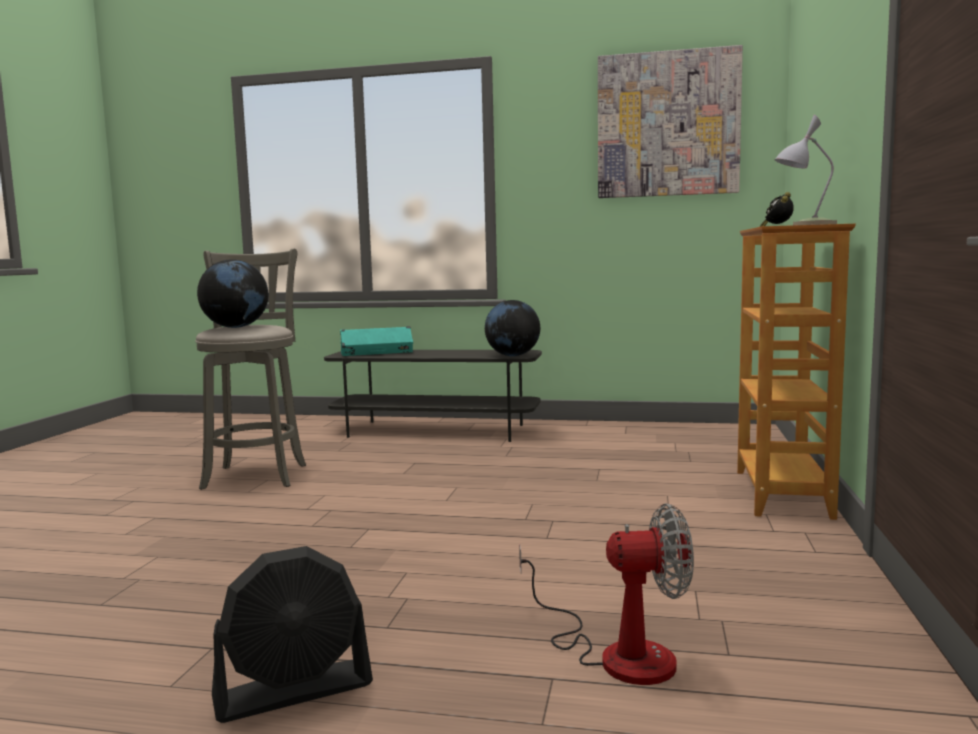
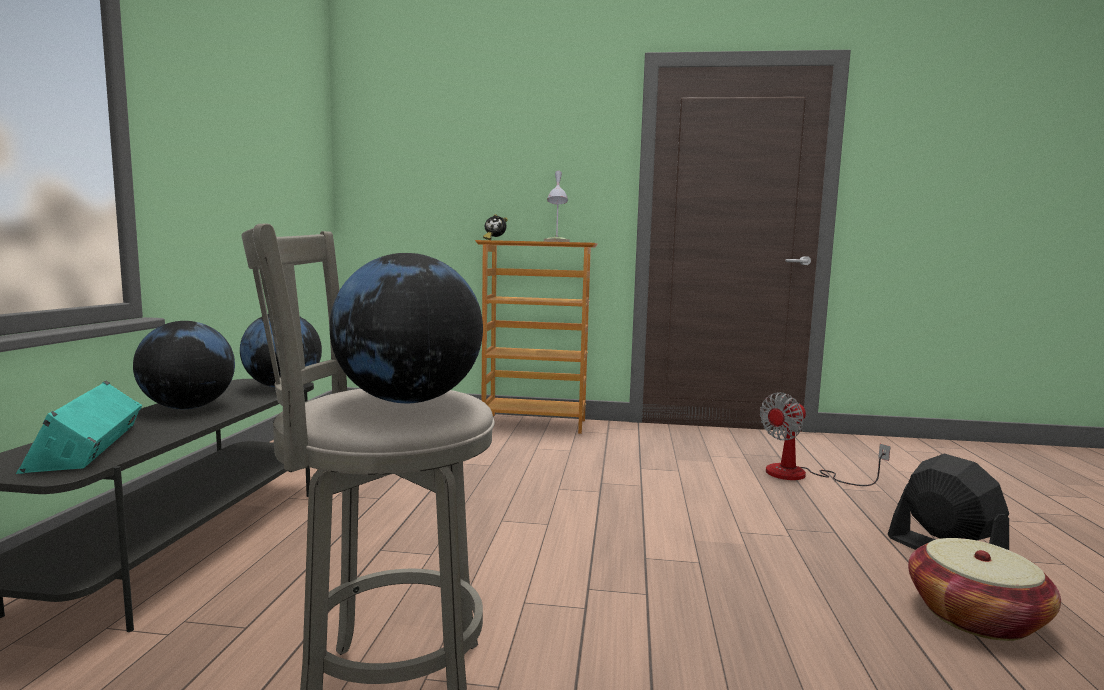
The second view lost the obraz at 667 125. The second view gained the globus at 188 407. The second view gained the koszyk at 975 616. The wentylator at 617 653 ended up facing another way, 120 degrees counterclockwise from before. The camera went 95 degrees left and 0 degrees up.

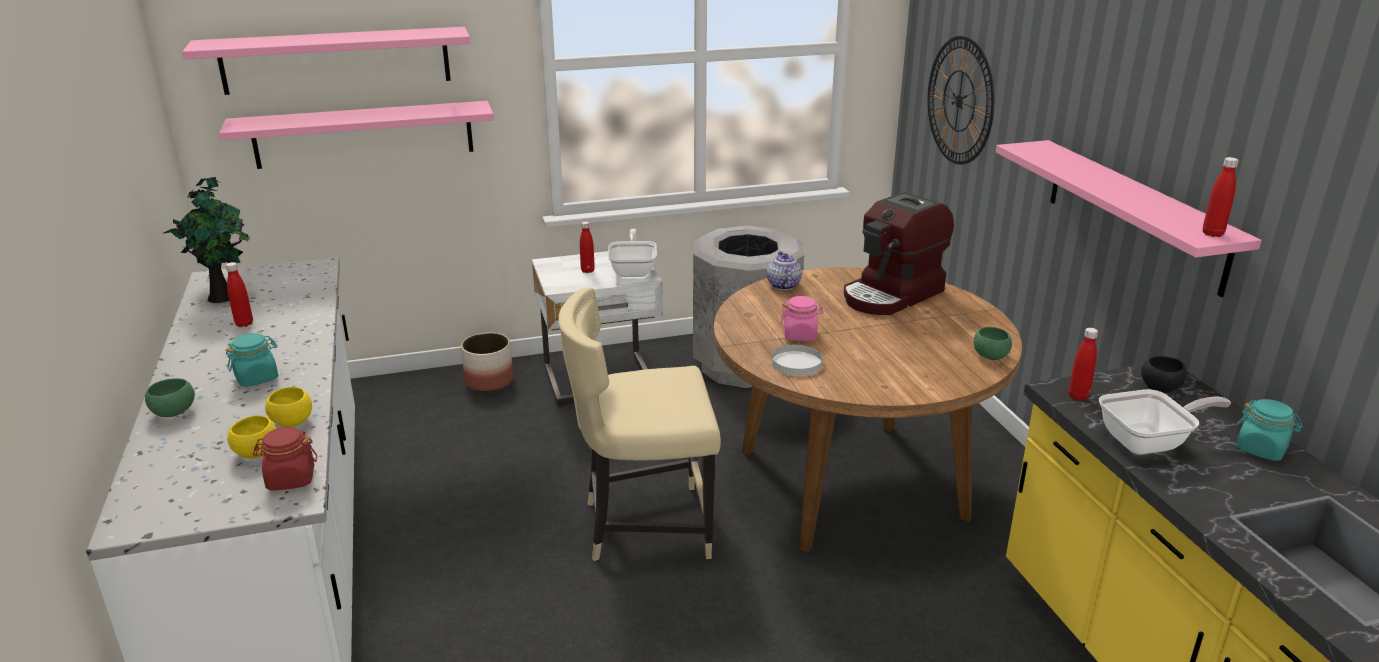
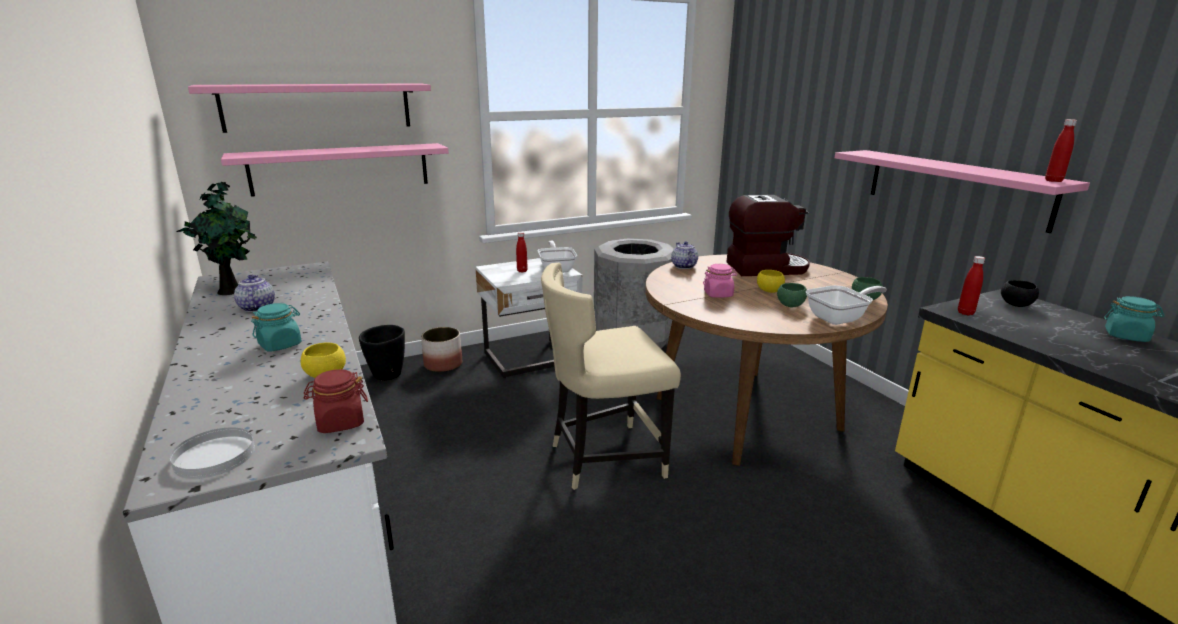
The second view lost the zegar ścienny at 959 101. The second view gained the donica (czarny) at 387 375. The miska (zielony) ended up elsewhere, having gone from 174 412 to 790 305. The miska (żółty) ended up elsewhere, having gone from 256 452 to 769 291. The talerz (biały) ended up elsewhere, having gone from 796 363 to 214 456. The patelnia ended up elsewhere, having gone from 1150 442 to 840 318. Where the butelka (czerwony) stood at 244 324, the imbryk came to stand at 257 307. The ekspres do kawy at 892 295 ended up facing another way, 135 degrees counterclockwise from before. The camera went 10 degrees left and 5 degrees down.

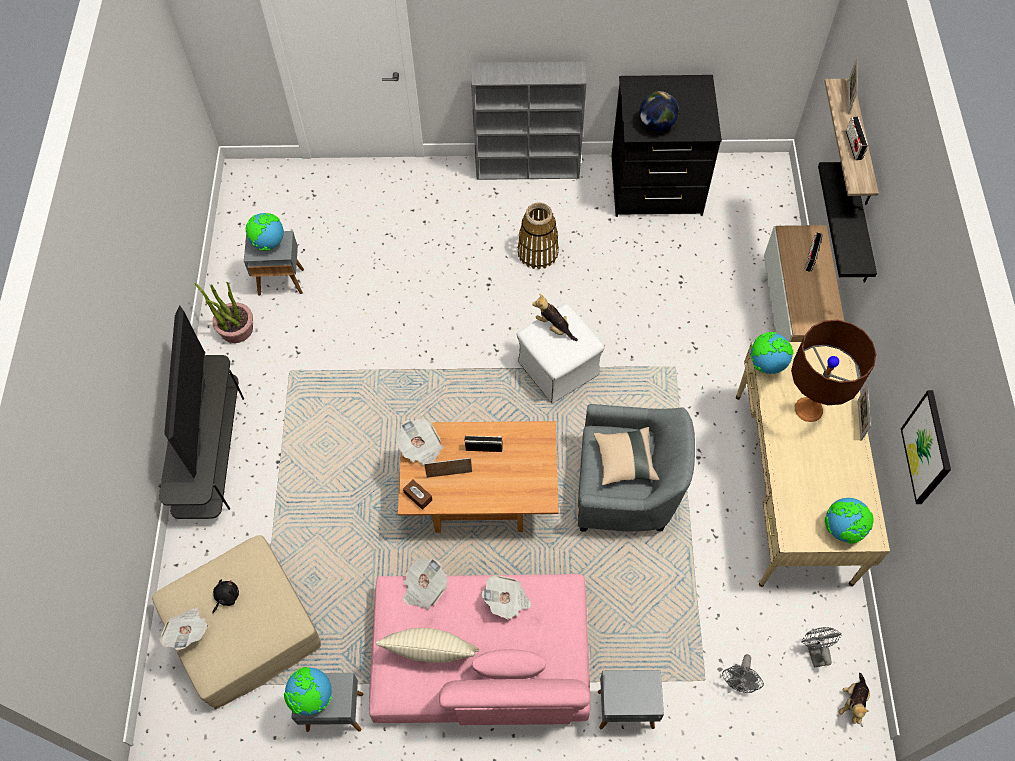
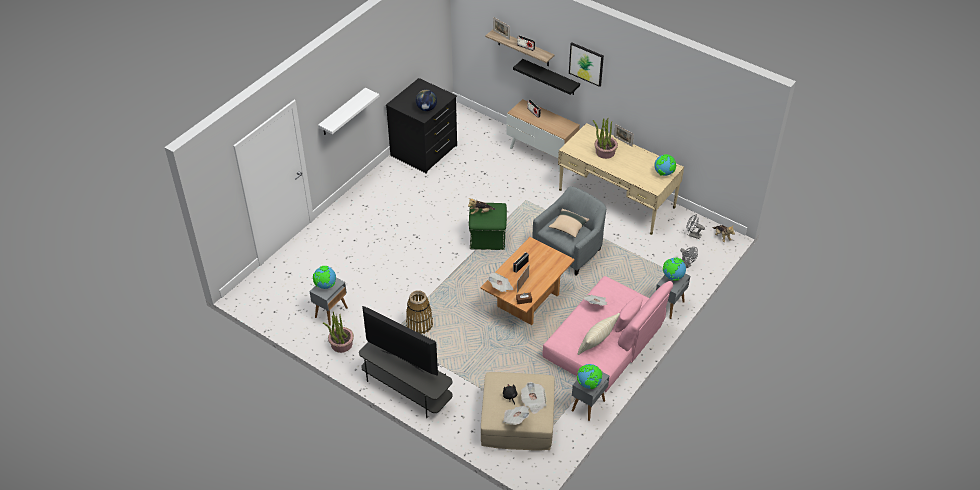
The second view lost the regał (szary) at 528 168. The second view gained the półka (biały) at 342 112. The gazeta ended up elsewhere, having gone from 424 588 to 533 402. The koszyk ended up elsewhere, having gone from 538 252 to 419 324. The globus ended up elsewhere, having gone from 766 363 to 672 277. The obraz ended up elsewhere, having gone from 927 448 to 586 64. Where the lampa stołowa (brązowy) stood at 808 409, the roślina doniczkowa came to stand at 605 152. What was the pufa (biały) at 559 368 turned into the pufa (zielony) at 488 237. The camera went 55 degrees left and 15 degrees down.

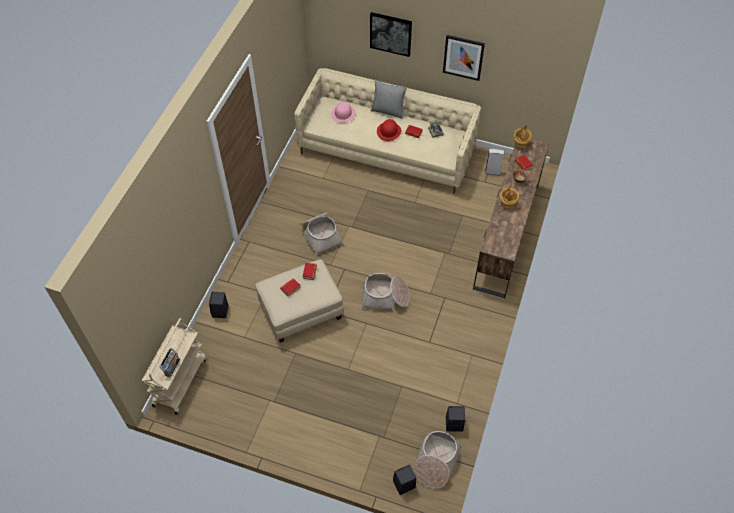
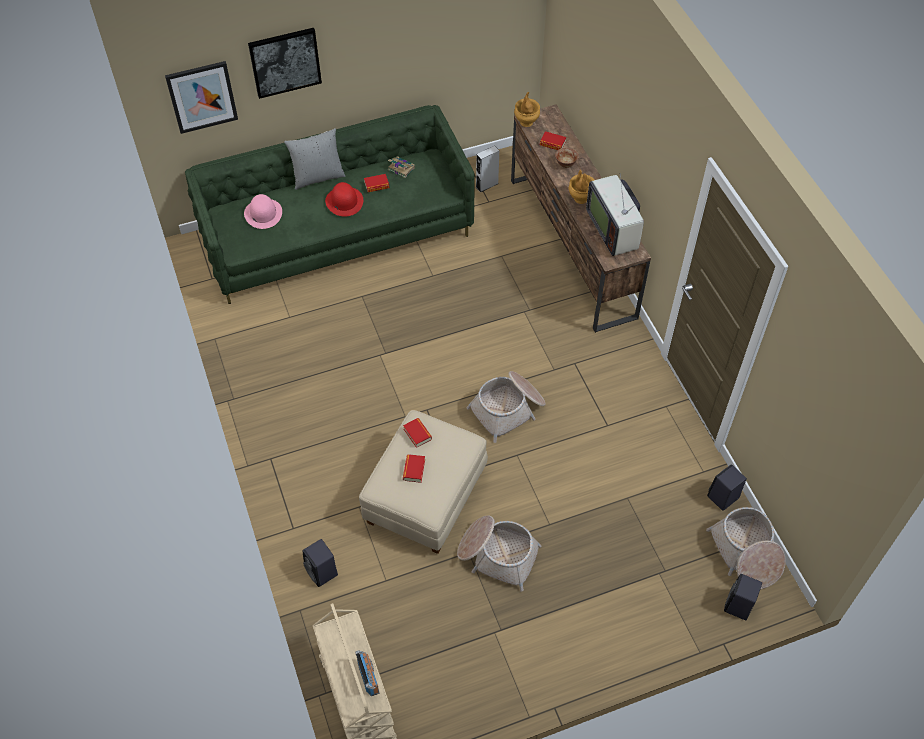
The second view gained the telewizor at 614 229. The koszyk ended up elsewhere, having gone from 320 235 to 497 555. The obraz ended up elsewhere, having gone from 463 57 to 202 96. What was the kanapa (beżowy) at 387 150 turned into the kanapa (zielony) at 337 234. The camera went 40 degrees left and 0 degrees up.

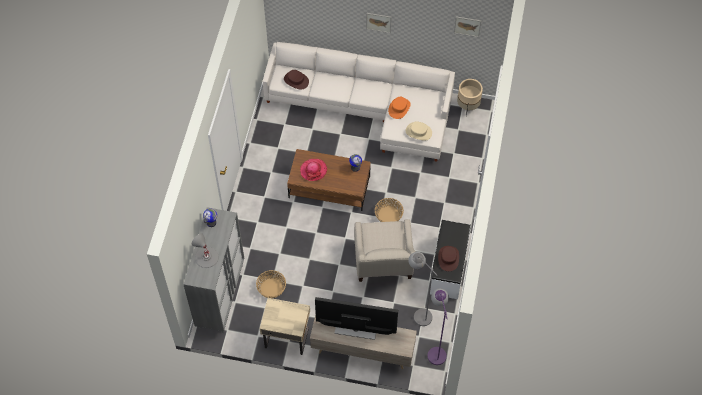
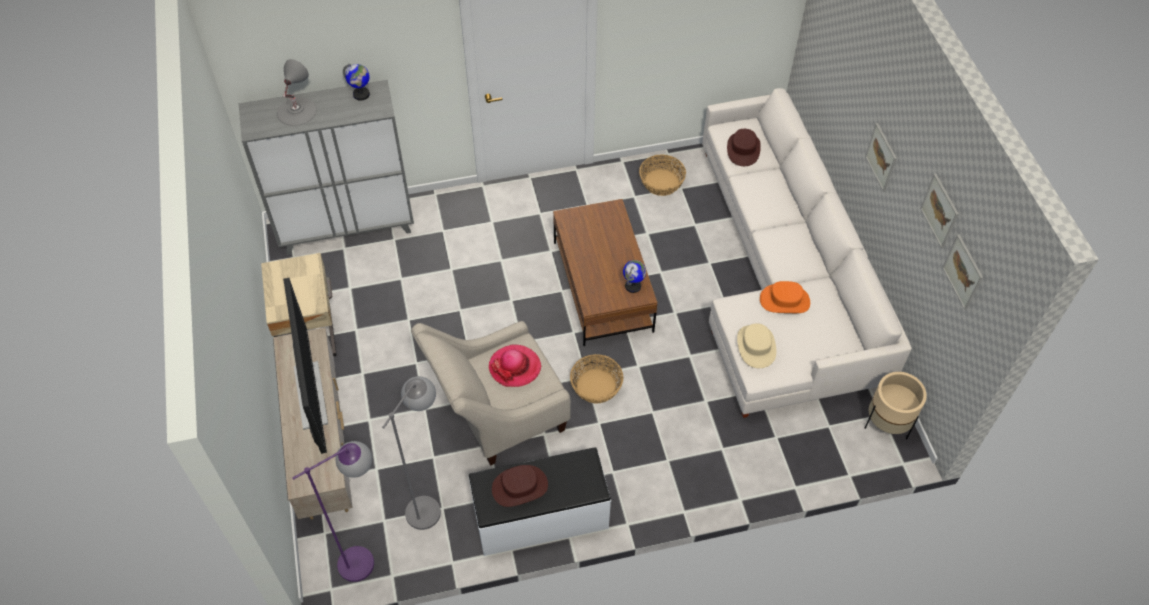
The second view gained the obraz at 940 211. The koszyk ended up elsewhere, having gone from 271 288 to 661 182. The kapelusz ended up elsewhere, having gone from 313 170 to 515 367. The camera went 65 degrees right and 5 degrees down.

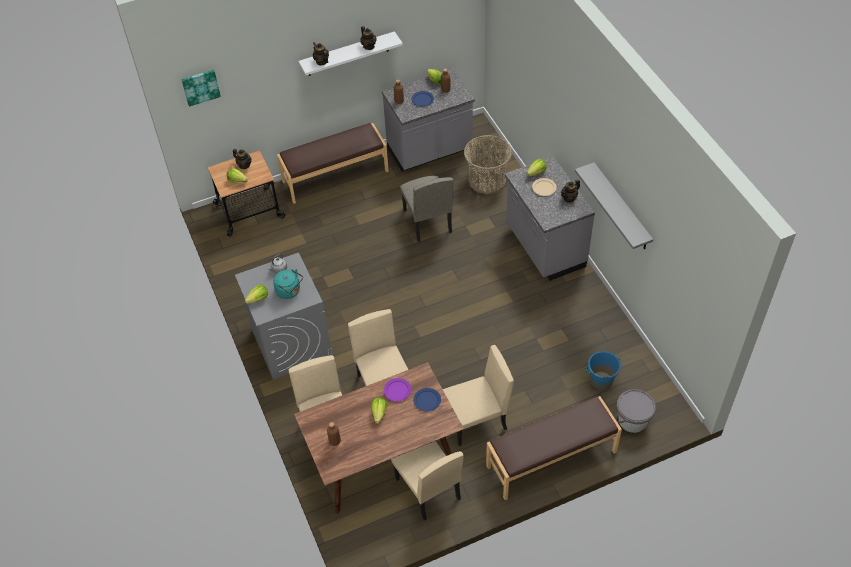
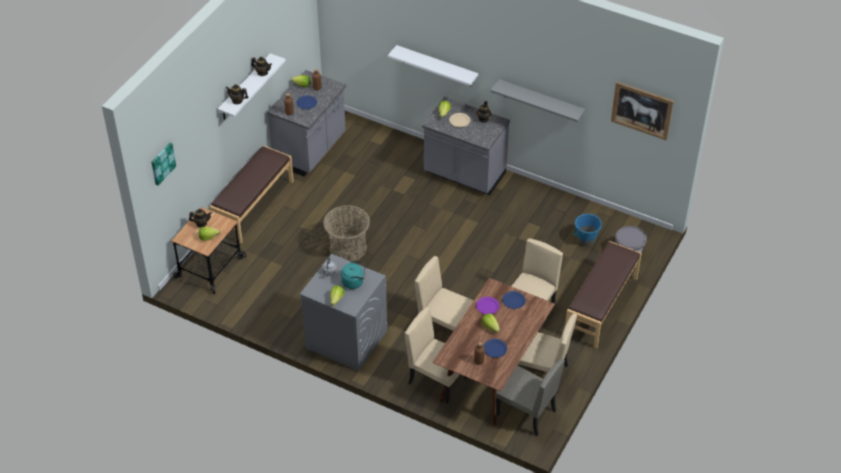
The second view gained the półka (biały) at 436 66. The second view gained the talerz (niebieski) at 495 349. The second view gained the obraz at 642 110. The krzesło (beżowy) ended up elsewhere, having gone from 427 221 to 525 412. The koszyk ended up elsewhere, having gone from 487 180 to 348 248. The camera went 40 degrees left and 5 degrees down.

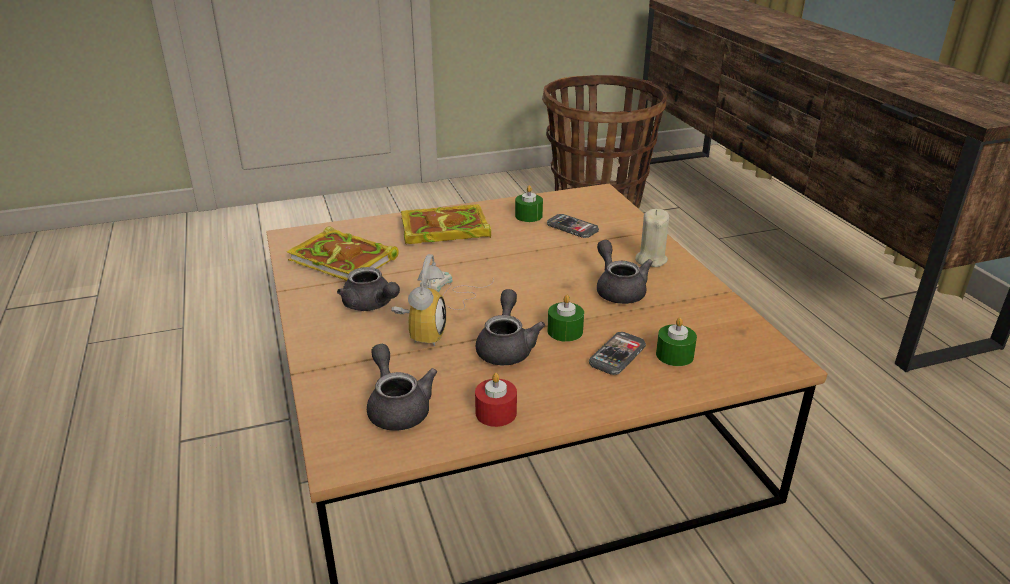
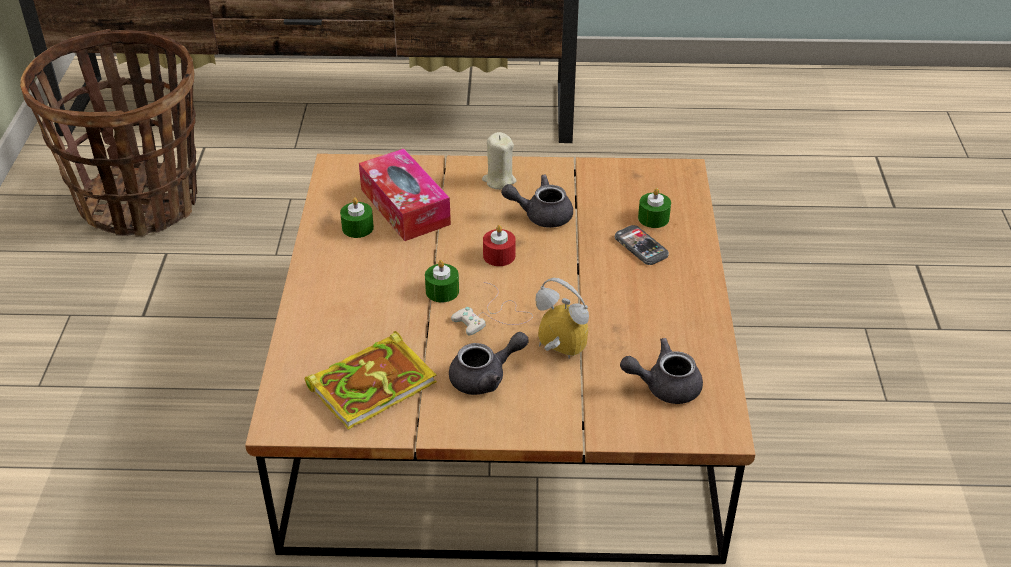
The second view lost the książka at 442 230. The second view lost the imbryk (szary) at 506 347. The świeca (czerwony) ended up elsewhere, having gone from 496 413 to 499 255. The świeca (zielony) ended up elsewhere, having gone from 565 331 to 442 291. Where the telefon stood at 572 227, the pudełko chusteczek came to stand at 405 207. The camera went 70 degrees left and 10 degrees up.

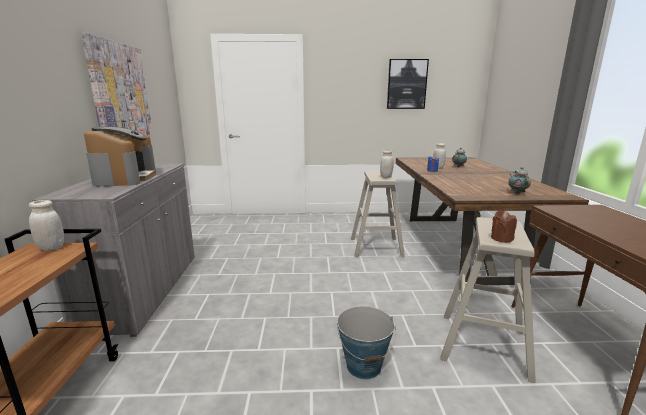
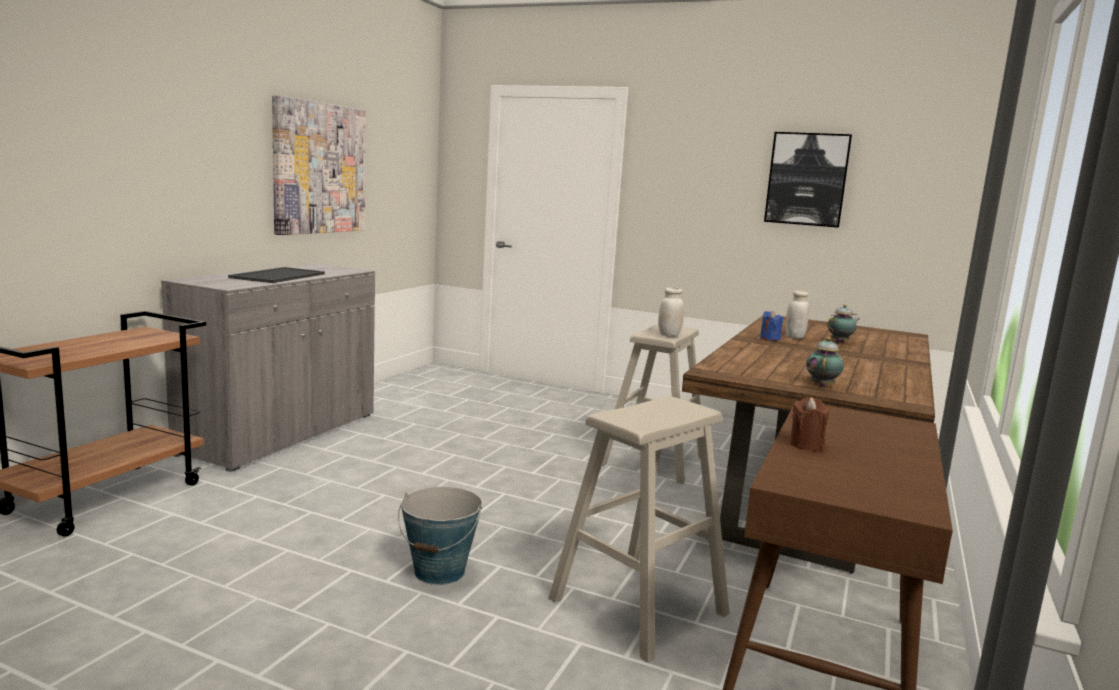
The second view lost the słoik (biały) at 51 248. The świeca (brązowy) ended up elsewhere, having gone from 501 238 to 806 445. Where the ekspres do kawy stood at 125 178, the taca came to stand at 277 275. The camera went 25 degrees right and 5 degrees down.

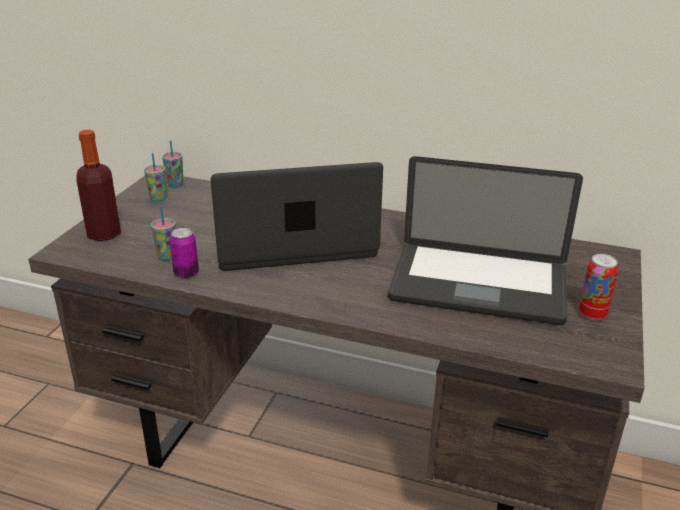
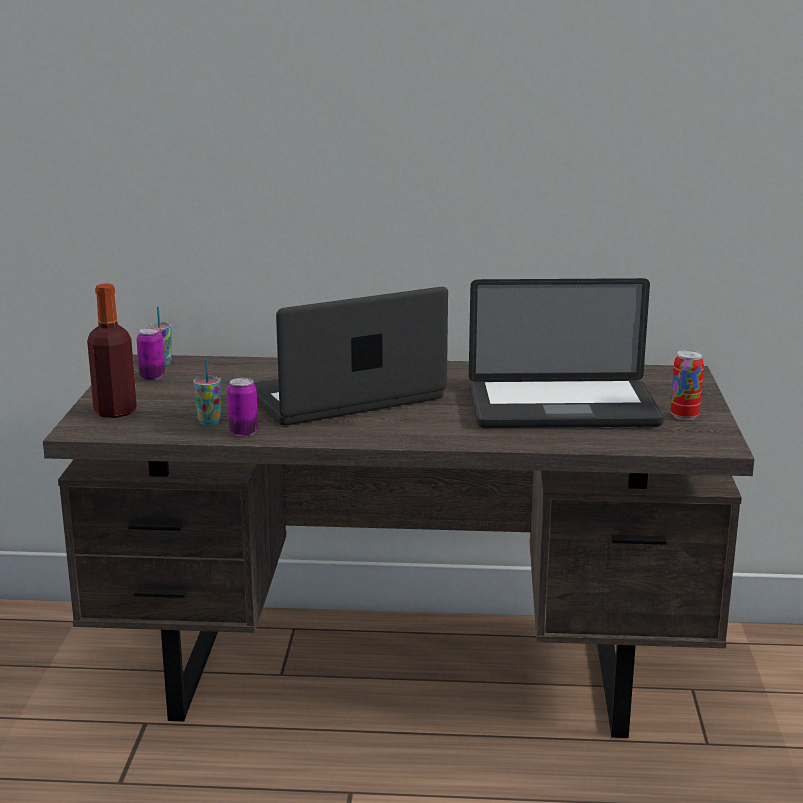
Where the filiżanka stood at 158 199, the puszka came to stand at 152 377. The camera went 15 degrees left and 10 degrees down.

